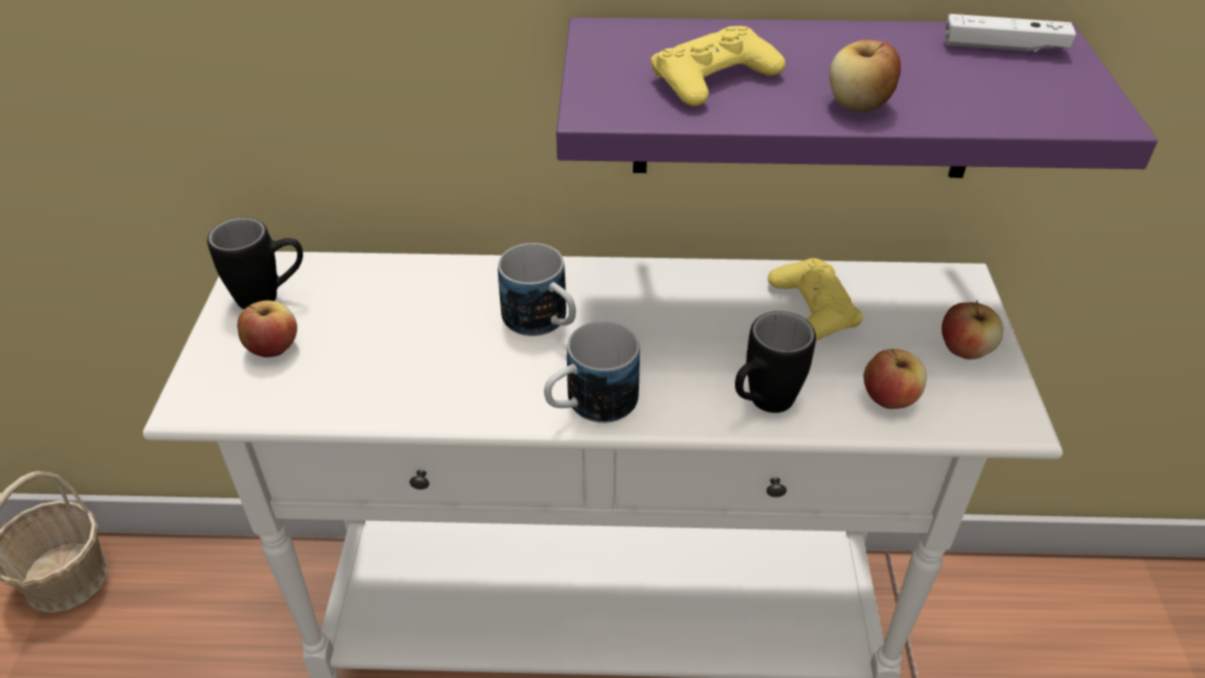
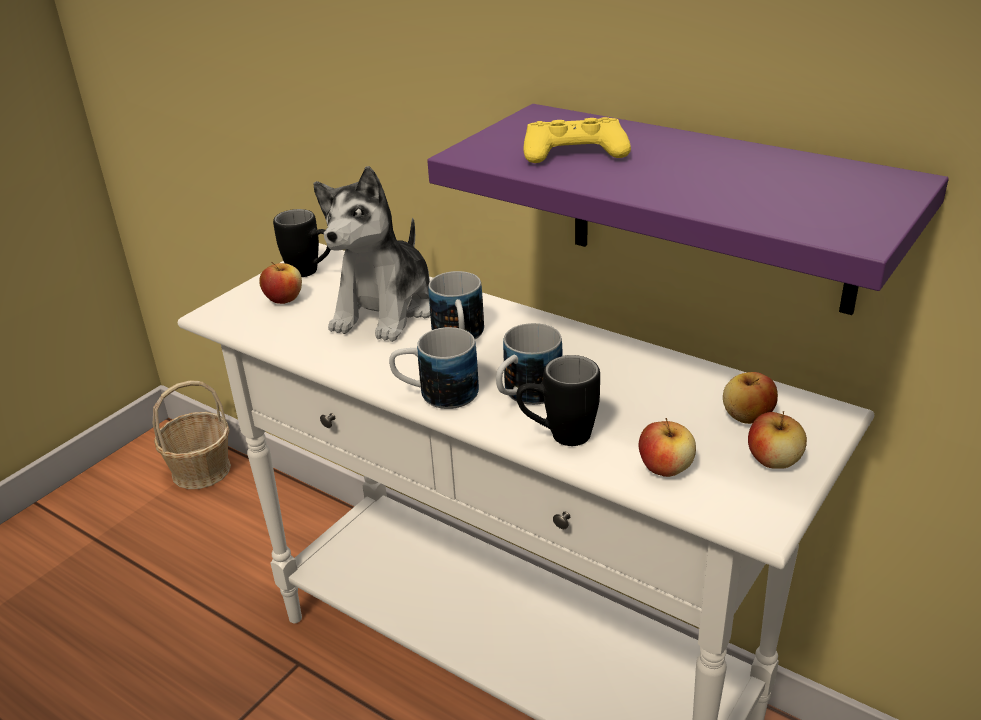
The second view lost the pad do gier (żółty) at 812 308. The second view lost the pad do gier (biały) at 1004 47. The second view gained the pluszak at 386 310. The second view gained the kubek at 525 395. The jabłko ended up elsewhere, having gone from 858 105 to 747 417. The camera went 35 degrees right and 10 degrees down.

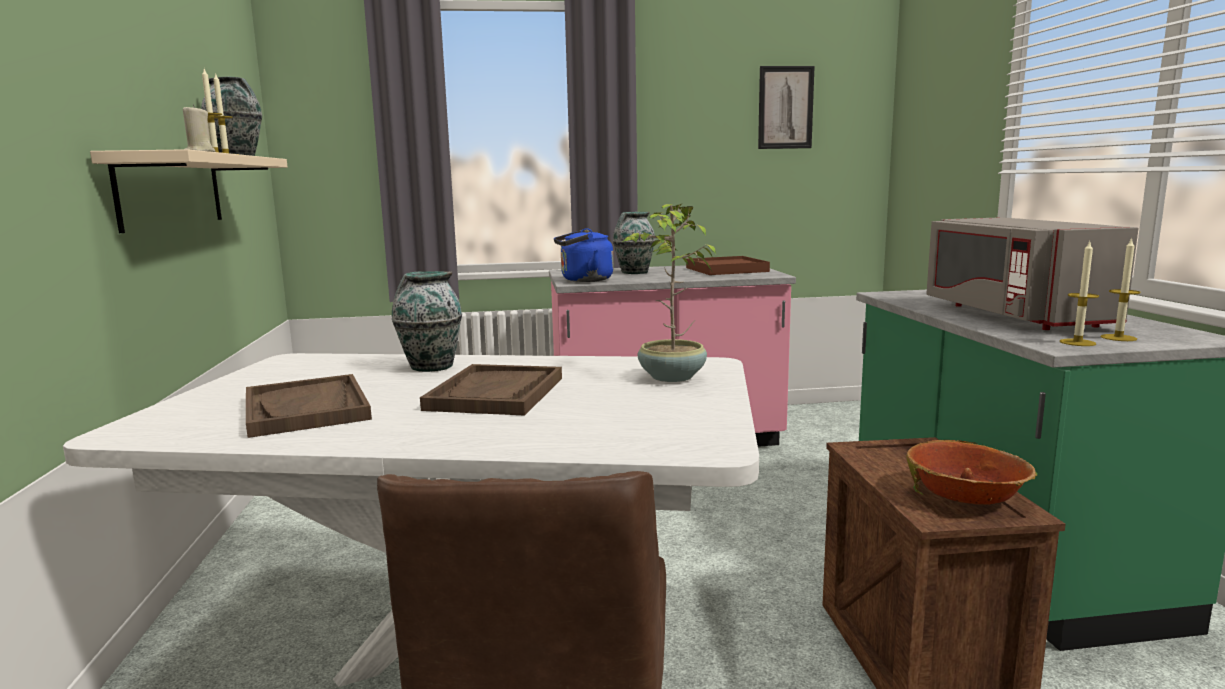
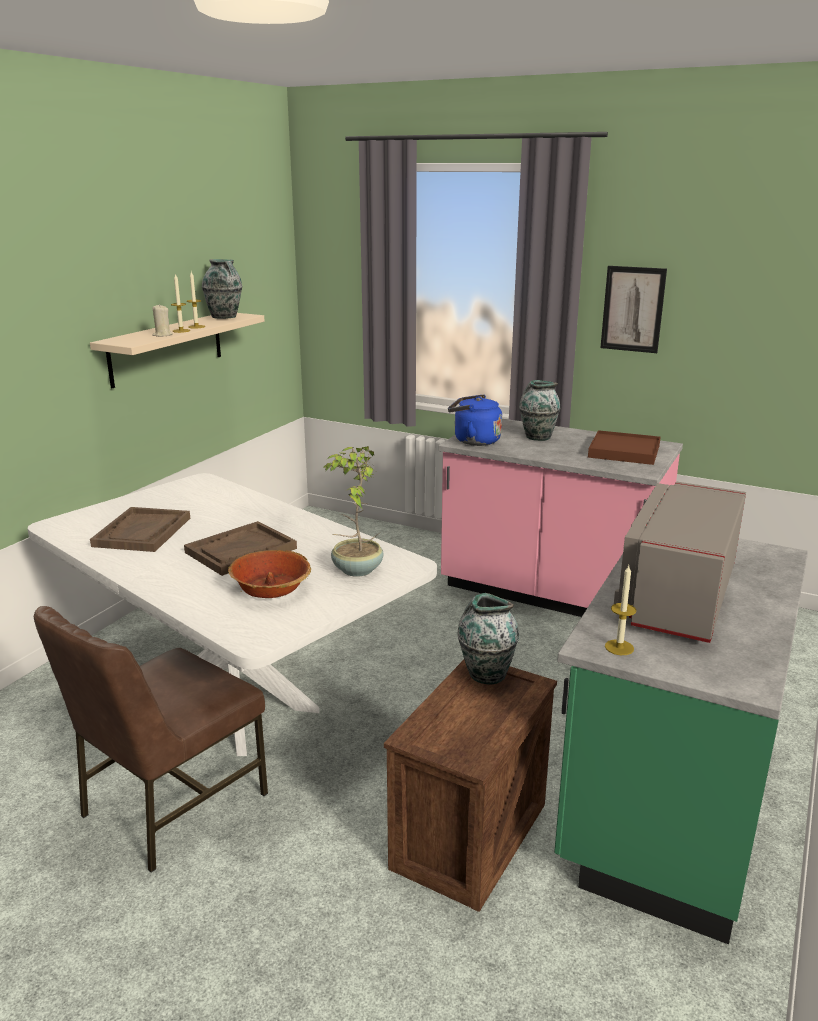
The second view lost the świeca at 1118 338. The wazon ended up elsewhere, having gone from 430 367 to 486 674. The obraz ended up elsewhere, having gone from 785 107 to 633 309. The miska ended up elsewhere, having gone from 966 494 to 271 589. The camera went 35 degrees right and 10 degrees up.

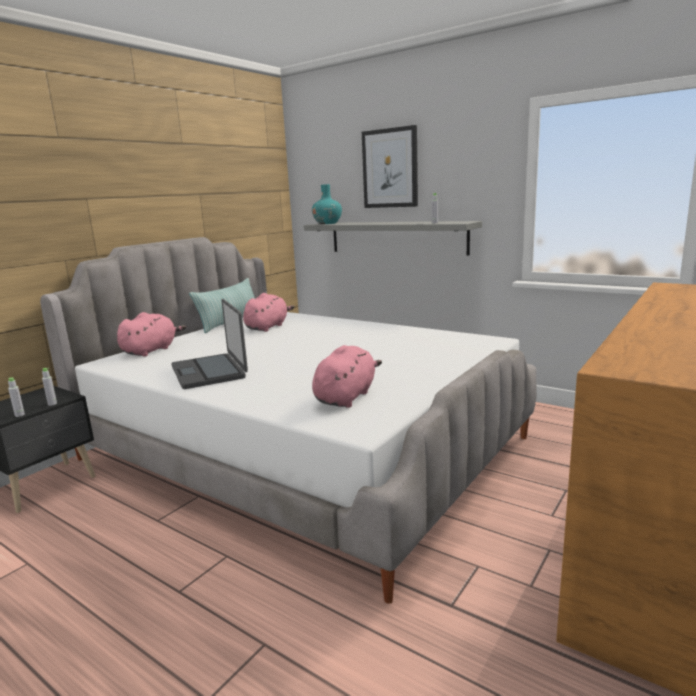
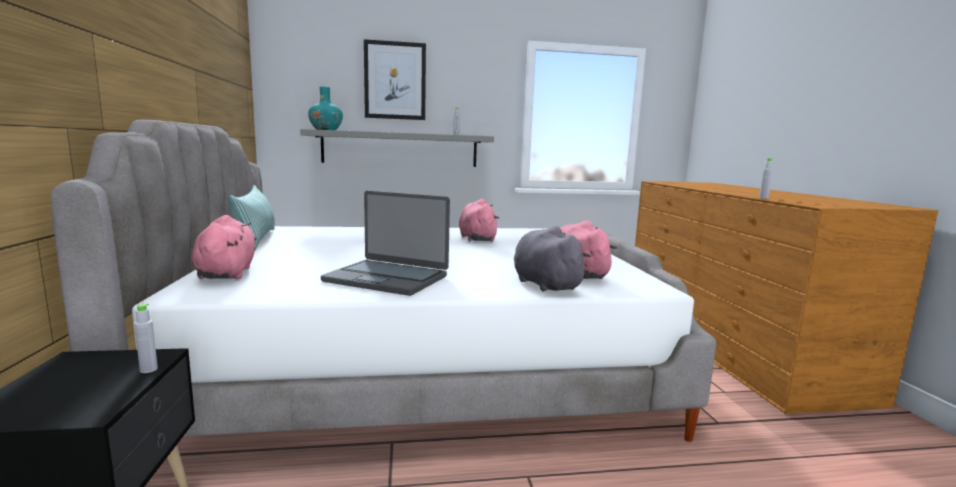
The second view gained the pluszak (szary) at 544 284. The butelka (szary) ended up elsewhere, having gone from 19 415 to 763 198. The pluszak (różowy) ended up elsewhere, having gone from 267 327 to 477 238. The camera went 45 degrees left and 5 degrees down.

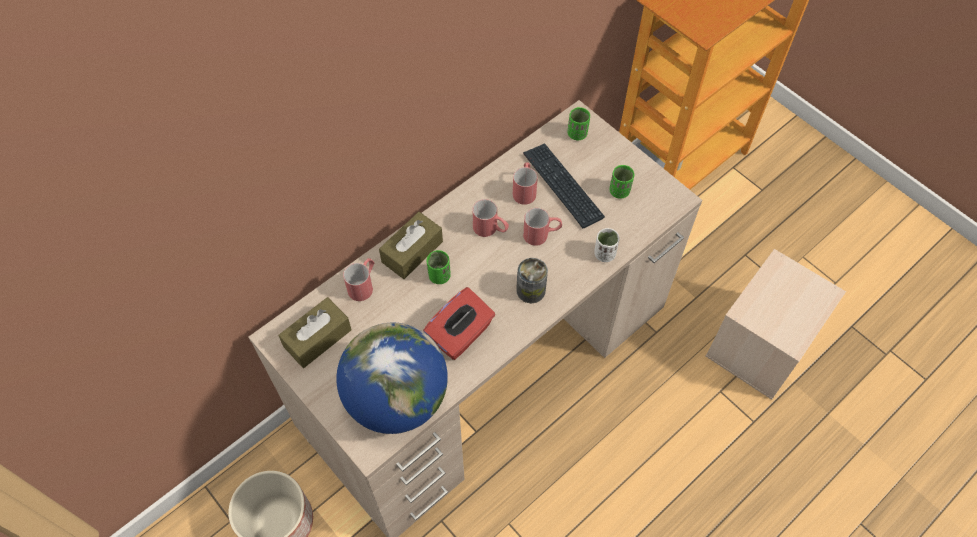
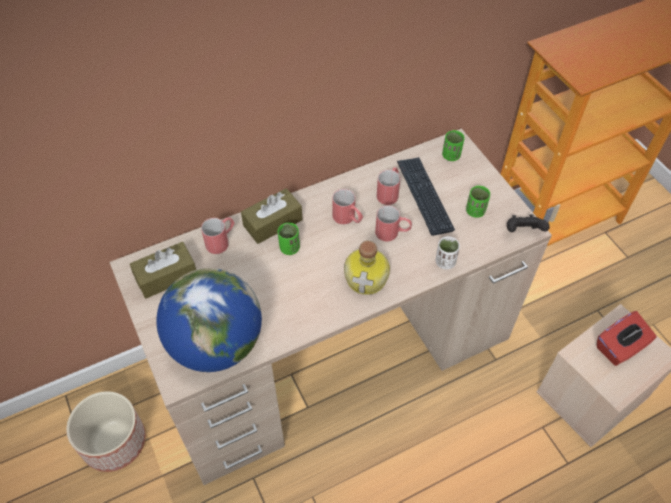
The second view gained the pad do gier (czarny) at 523 232. The pudełko chusteczek (czerwony) ended up elsewhere, having gone from 460 335 to 620 347. Where the puszka stood at 531 290, the butelka came to stand at 367 278. The camera went 15 degrees right and 5 degrees down.

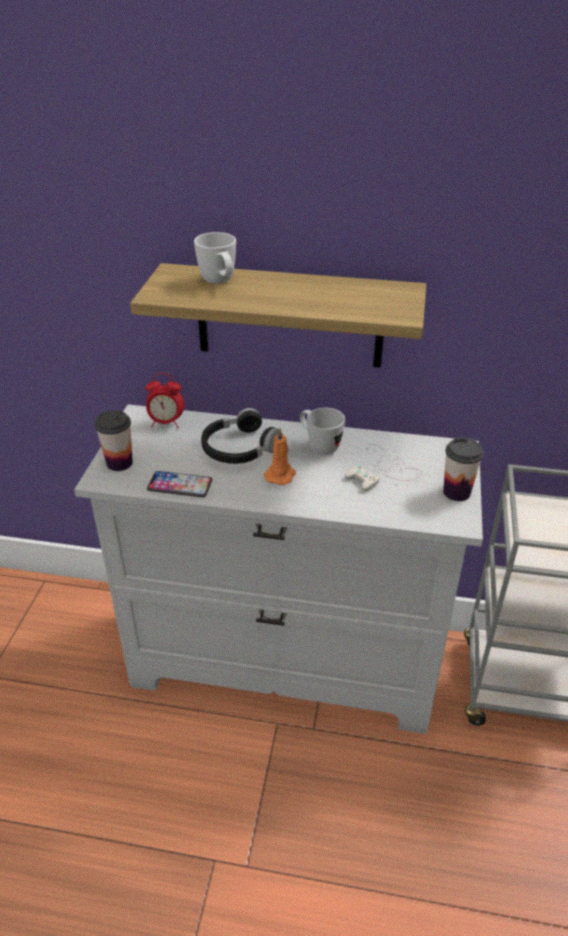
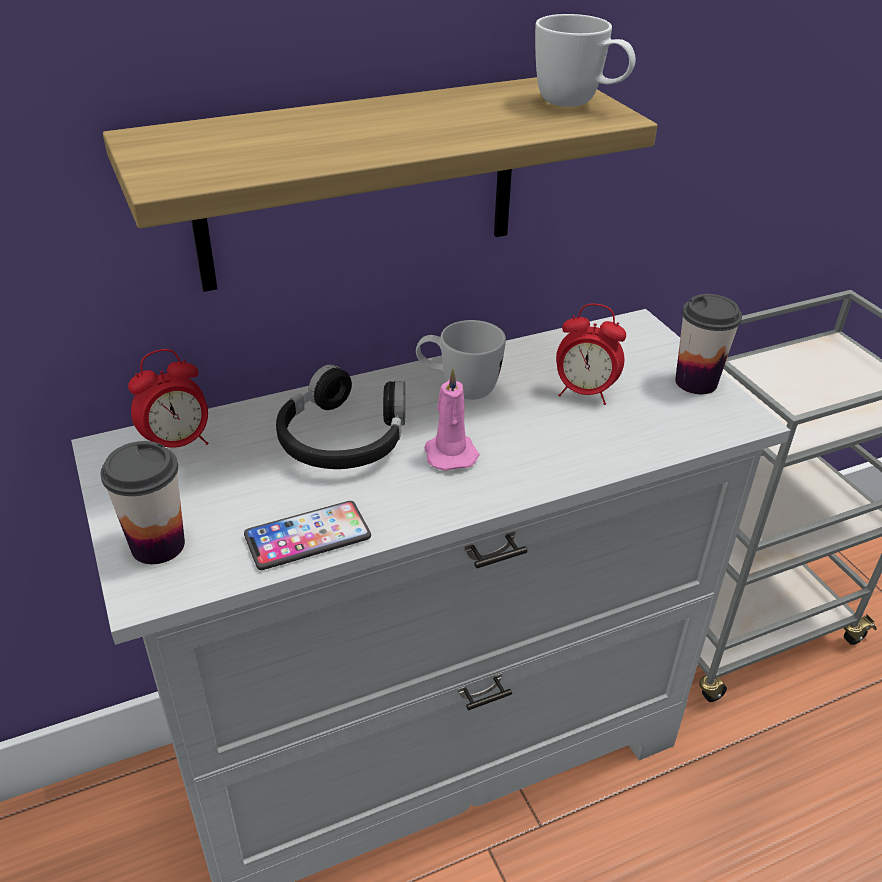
The kubek (biały) ended up elsewhere, having gone from 220 283 to 579 104. Where the pad do gier (biały) stood at 384 473, the budzik came to stand at 584 393. What was the świeca (pomarańczowy) at 280 475 turned into the świeca (różowy) at 449 453. The camera went 35 degrees left and 0 degrees up.

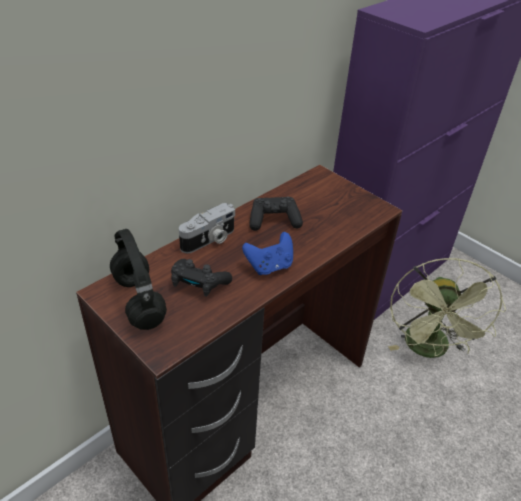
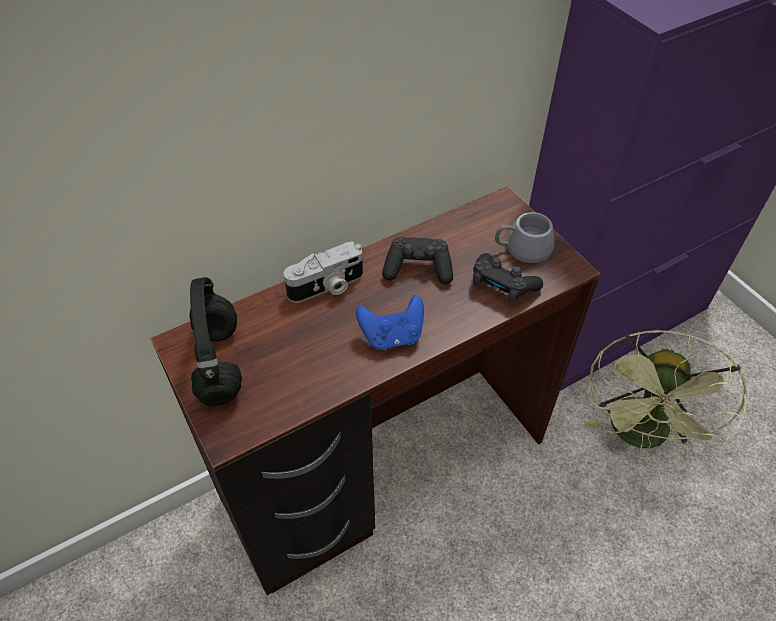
The second view gained the kubek (szary) at 521 244. The pad do gier (czarny) ended up elsewhere, having gone from 198 284 to 502 286. The camera went 15 degrees right and 10 degrees up.

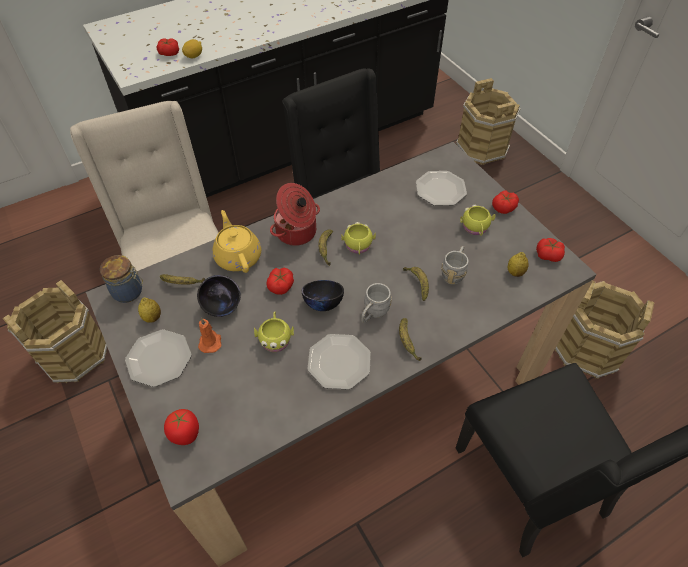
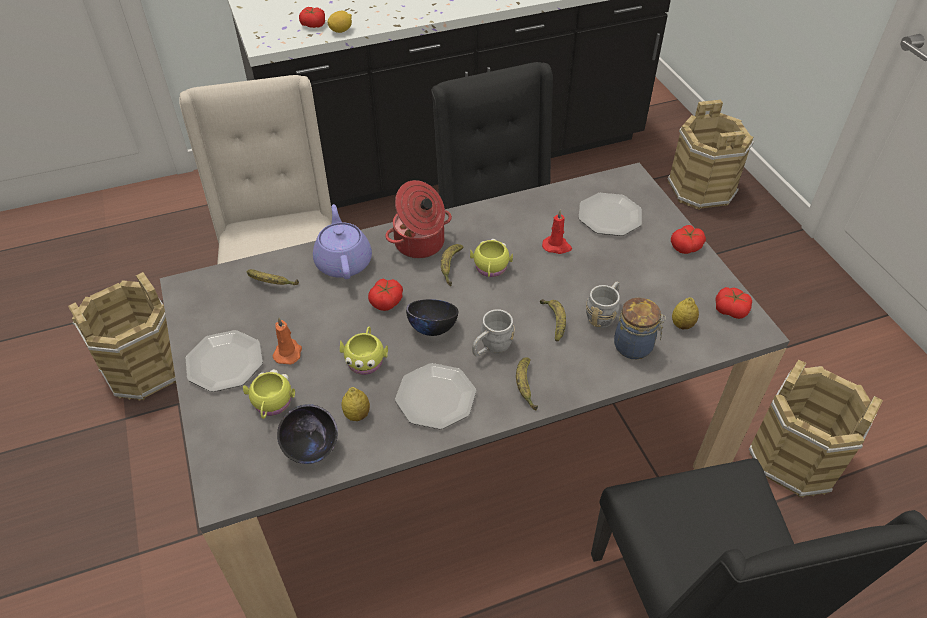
The second view lost the pomidor at 185 434. The second view gained the świeca (czerwony) at 557 246. The słoik ended up elsewhere, having gone from 129 292 to 635 346. The cytryna ended up elsewhere, having gone from 152 317 to 357 414. The miska (czarny) ended up elsewhere, having gone from 222 307 to 311 448. The kubek (żółty) ended up elsewhere, having gone from 475 228 to 272 404. What was the imbryk (żółty) at 238 256 turned into the imbryk (fioletowy) at 343 261. The camera went 10 degrees right and 5 degrees down.

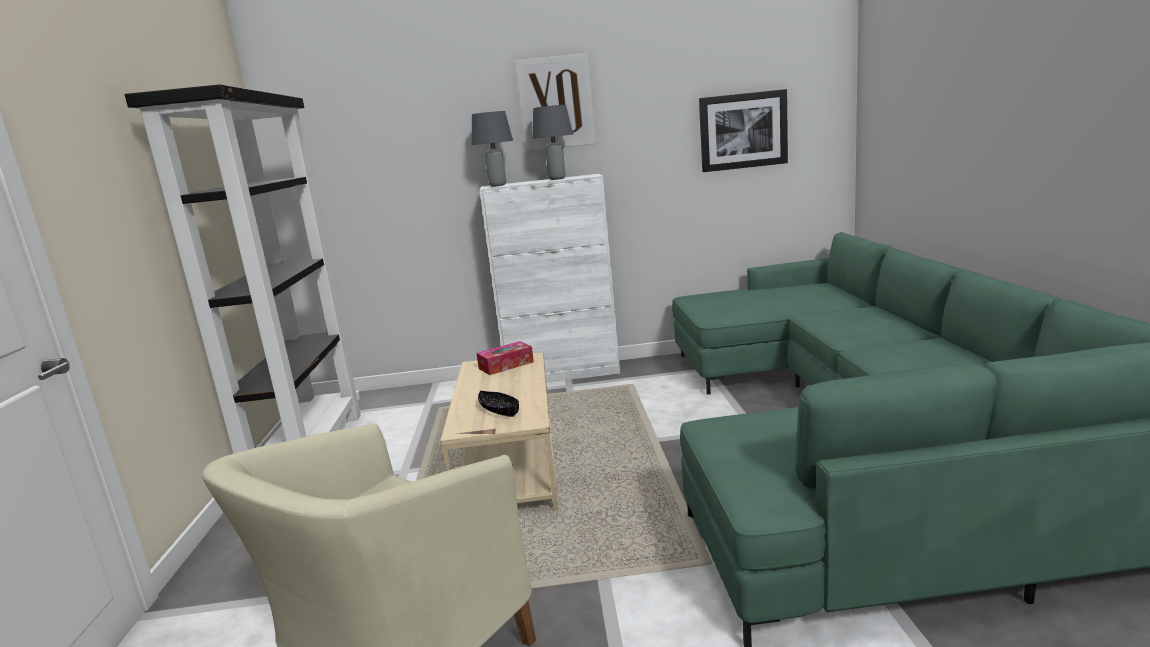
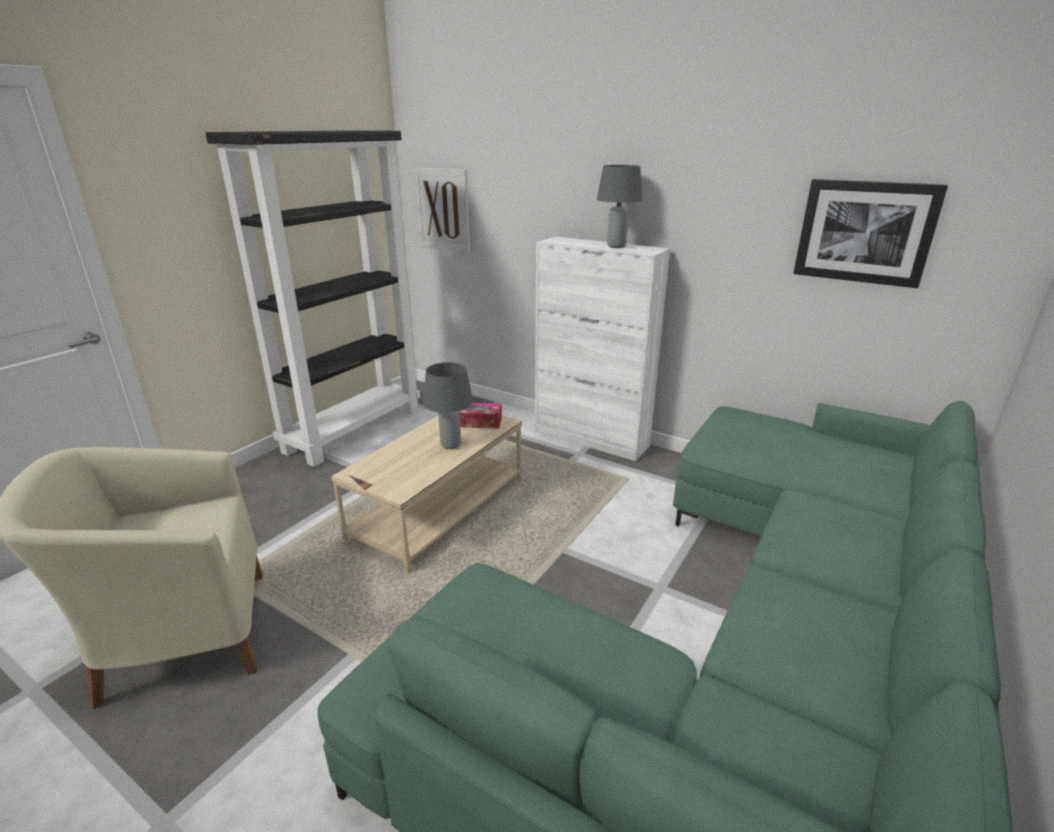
The second view lost the miska (czarny) at 499 410. The lampa stołowa (szary) ended up elsewhere, having gone from 497 185 to 450 445. The obraz ended up elsewhere, having gone from 556 103 to 443 210. The camera went 35 degrees right and 10 degrees up.

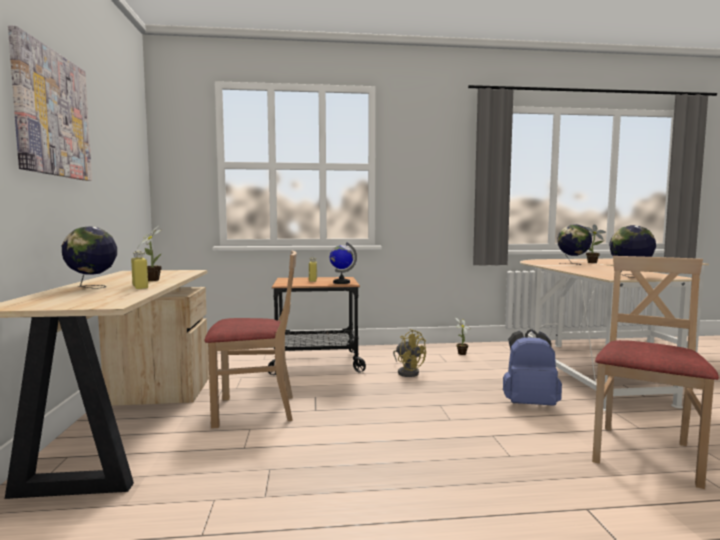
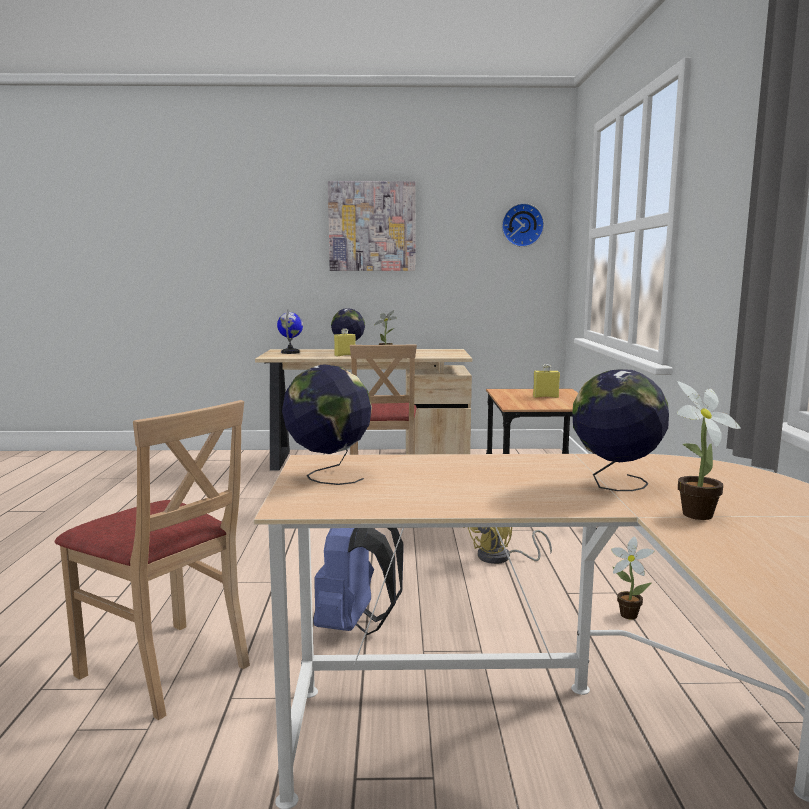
The second view gained the zegar ścienny at 522 225. The globus ended up elsewhere, having gone from 341 282 to 290 352. The camera went 95 degrees right and 5 degrees up.

